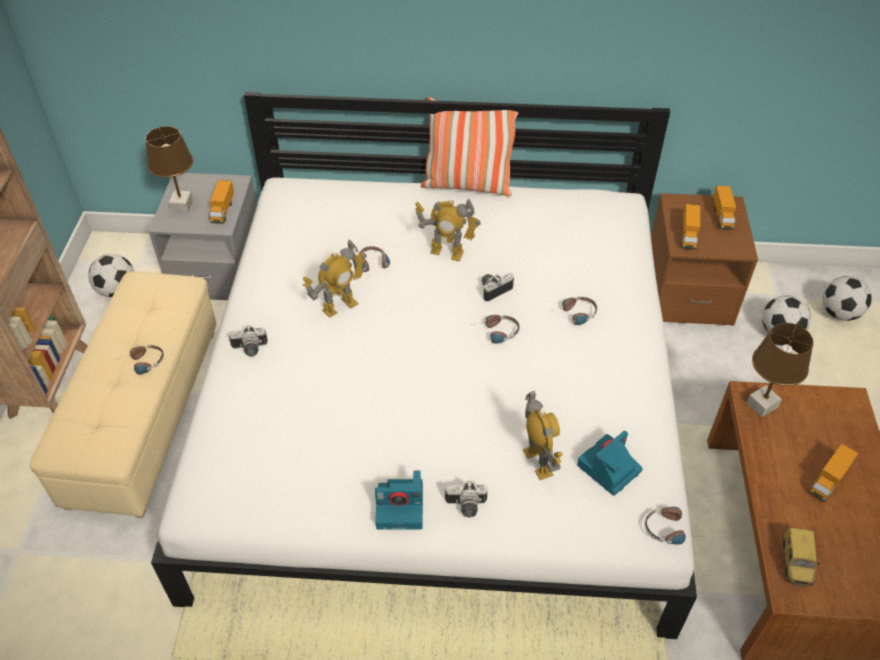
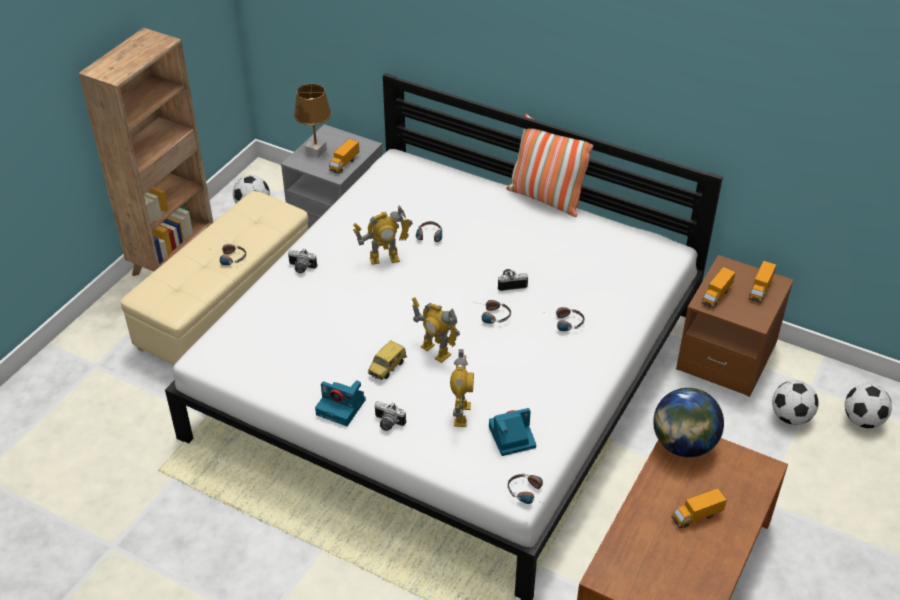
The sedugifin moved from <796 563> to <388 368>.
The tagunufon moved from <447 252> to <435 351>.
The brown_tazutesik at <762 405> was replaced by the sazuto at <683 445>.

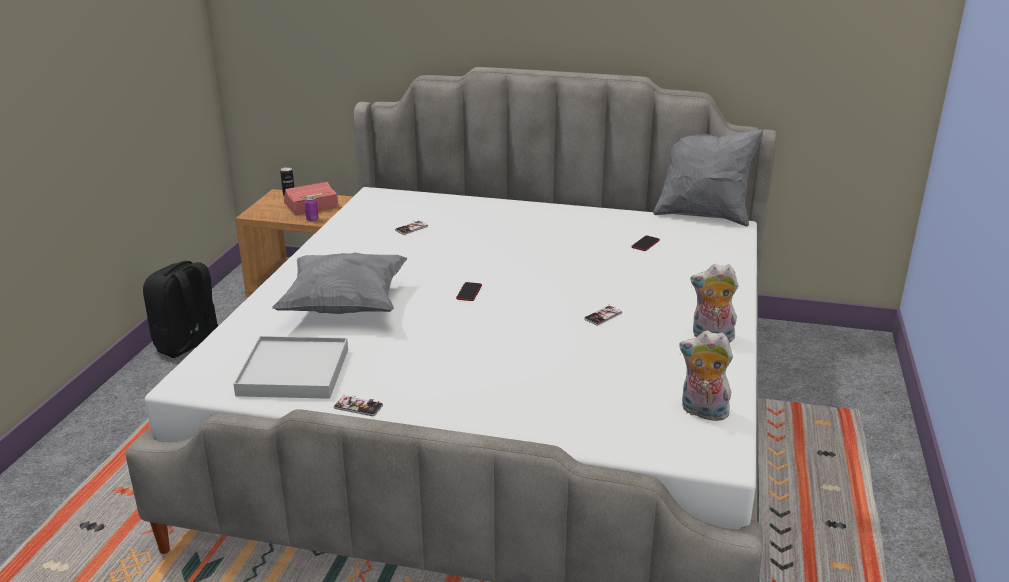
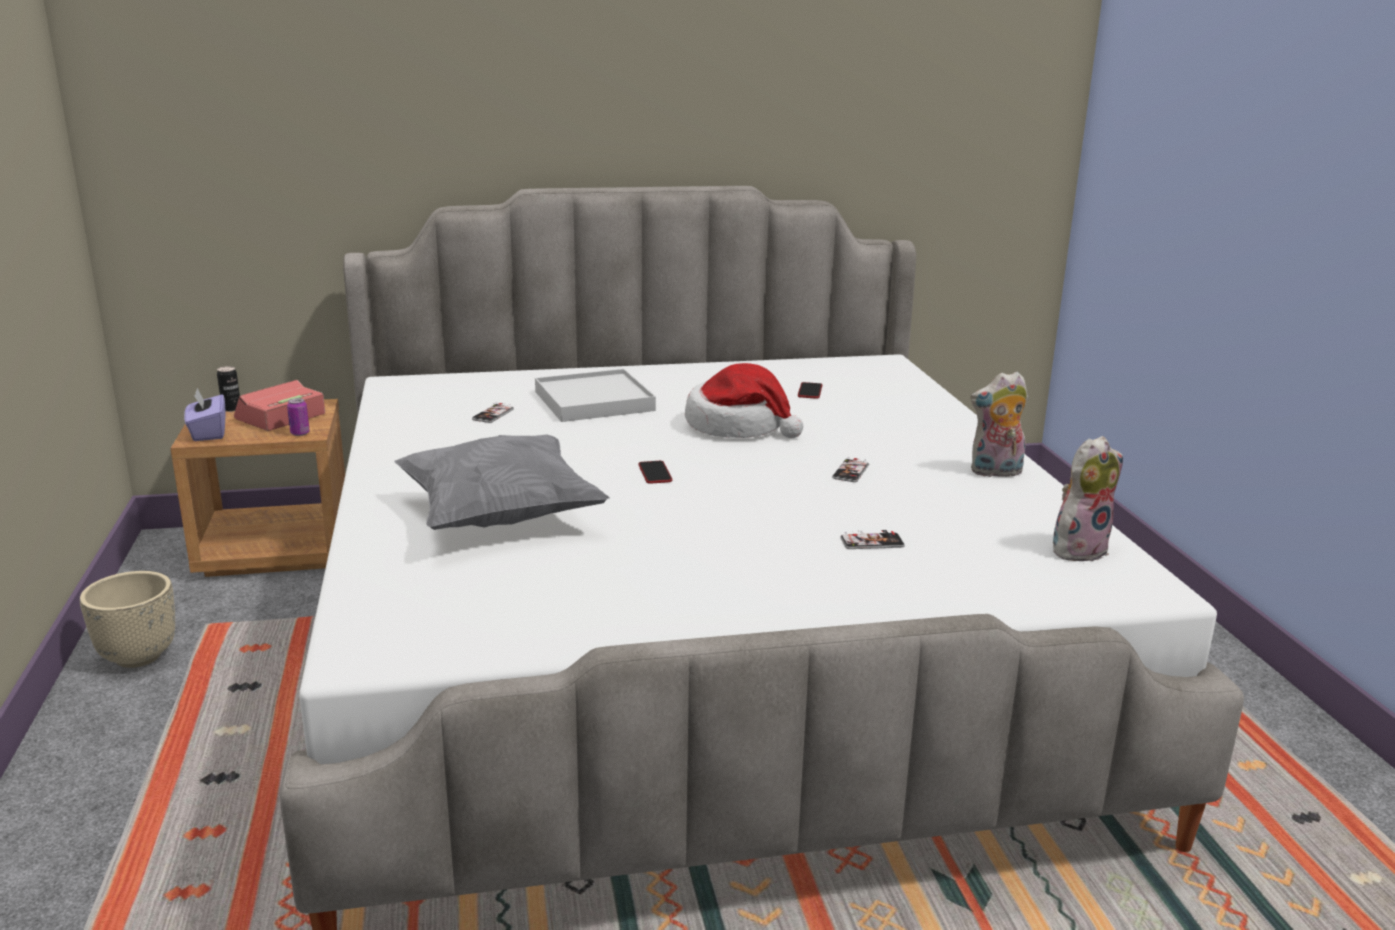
The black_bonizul at <189 345> was replaced by the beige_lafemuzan at <139 657>.
The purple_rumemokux at <208 433> appeared.
The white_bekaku moved from <293 372> to <594 401>.
The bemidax at <738 426> appeared.
The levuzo moved from <358 407> to <872 542>.
The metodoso at <702 412> turned 150 degrees clockwise.
The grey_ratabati at <702 215> disappeared.

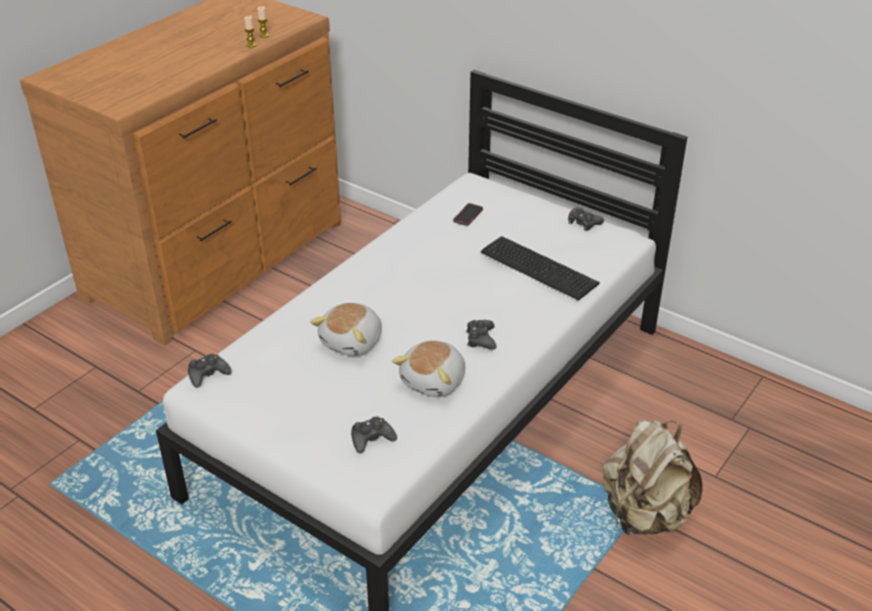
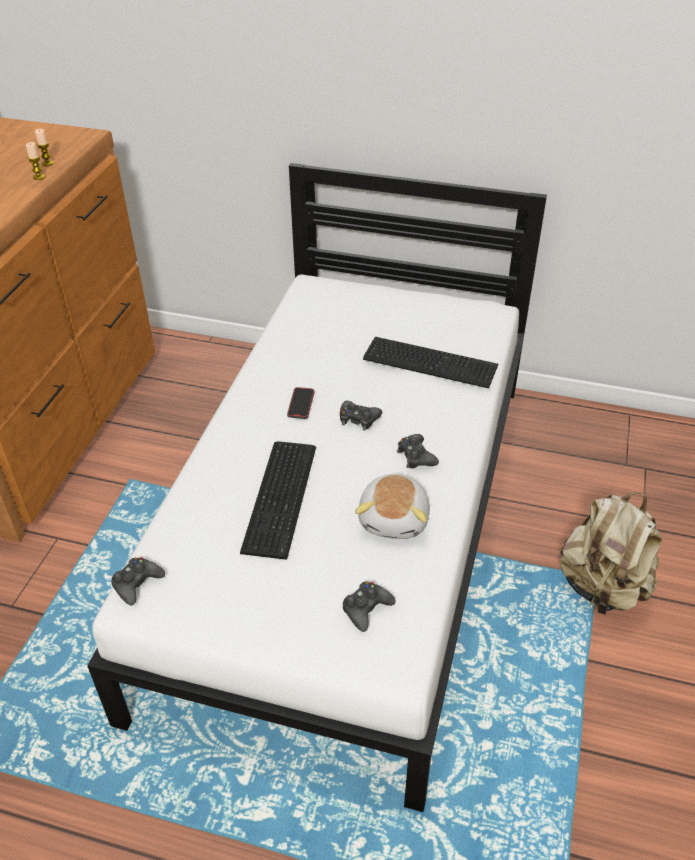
The metodoso at <353 342> was replaced by the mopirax at <283 496>.
The levuzo moved from <468 216> to <301 404>.
The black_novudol moved from <583 223> to <358 419>.

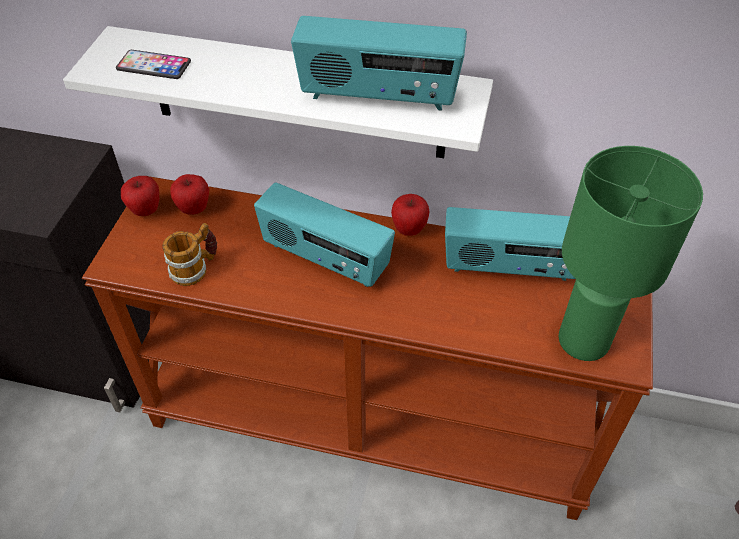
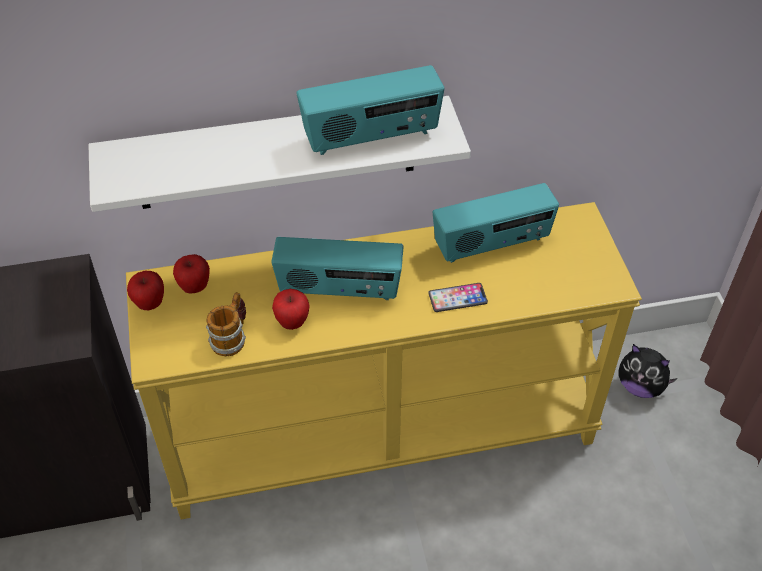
The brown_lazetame at <371 418> became the yellow_lazetame at <381 430>.
The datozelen moved from <409 230> to <292 322>.
The levuzo moved from <154 66> to <457 298>.
The metodoso at <640 386> appeared.
The green_tazutesik at <584 342> disappeared.

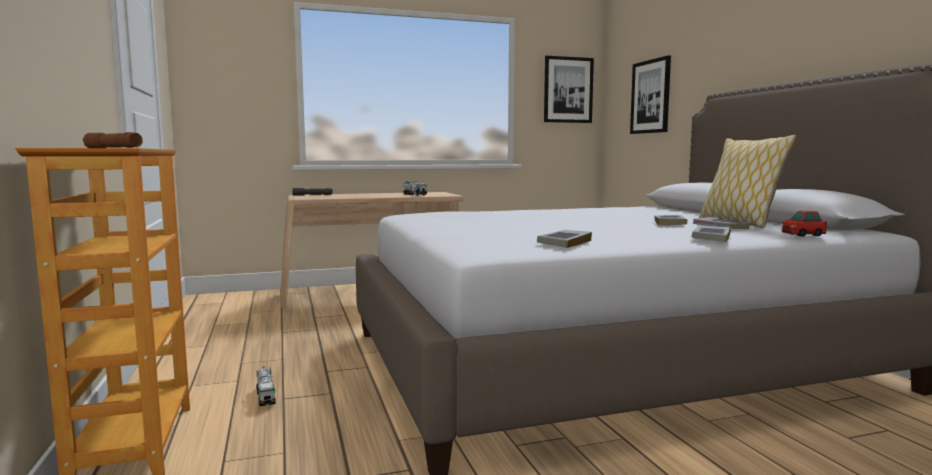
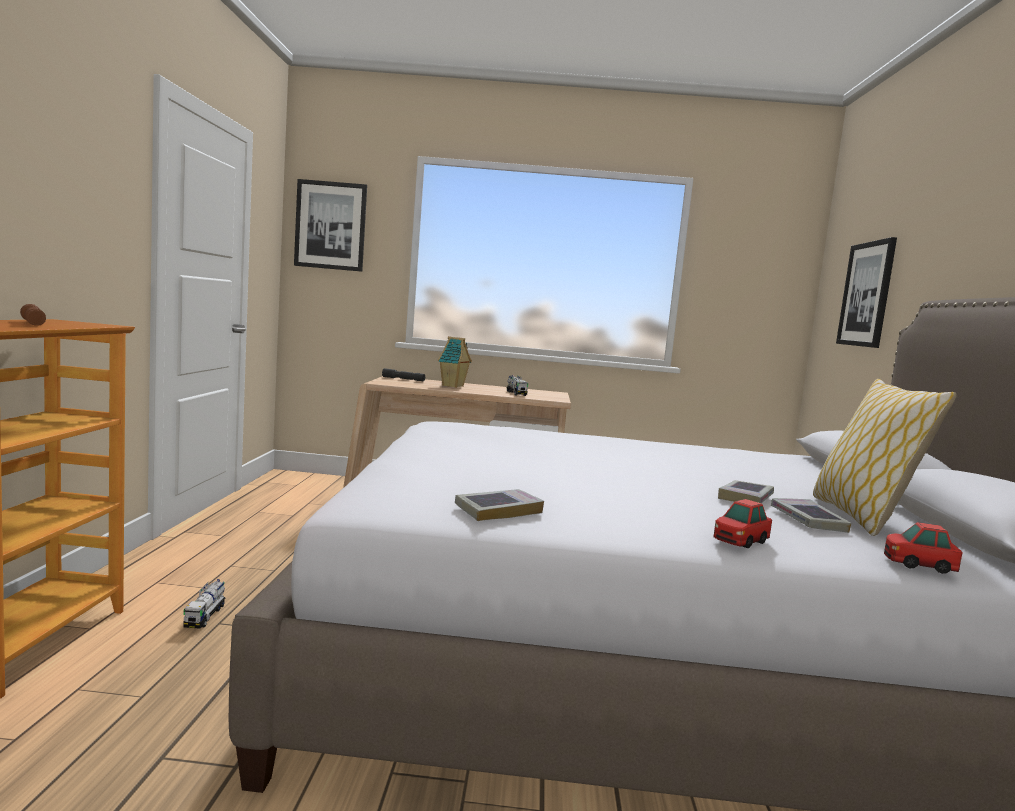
The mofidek moved from <568 90> to <330 225>.
The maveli at <453 386> appeared.
The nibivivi at <711 238> was replaced by the sedugifin at <740 541>.

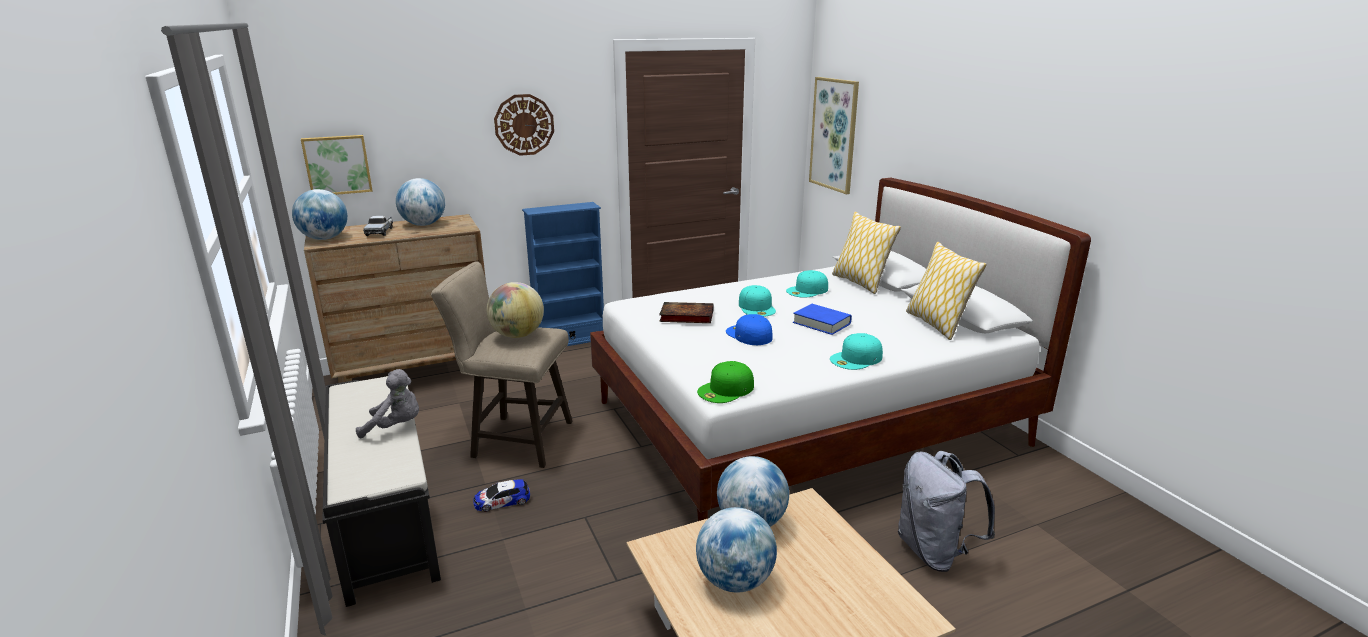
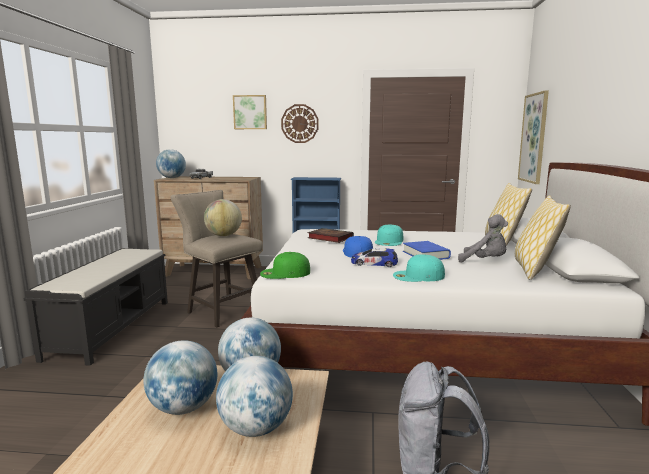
The sazuto moved from <424 225> to <256 428>.
The mofidek moved from <337 165> to <250 112>.
The sedugifin moved from <502 501> to <374 263>.
The grey_metodoso moved from <396 426> to <484 261>.
The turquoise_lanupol at <807 290> disappeared.

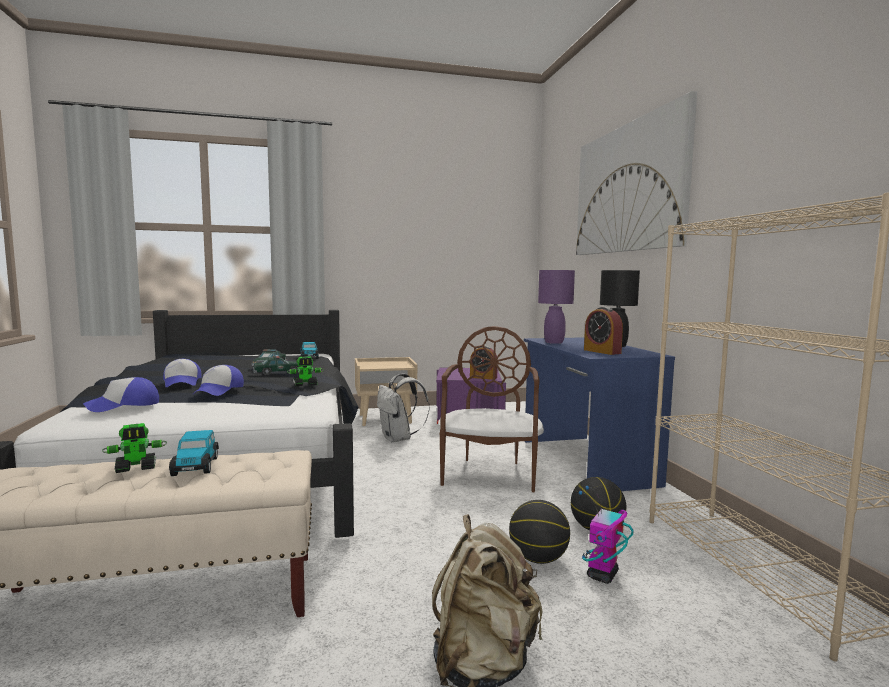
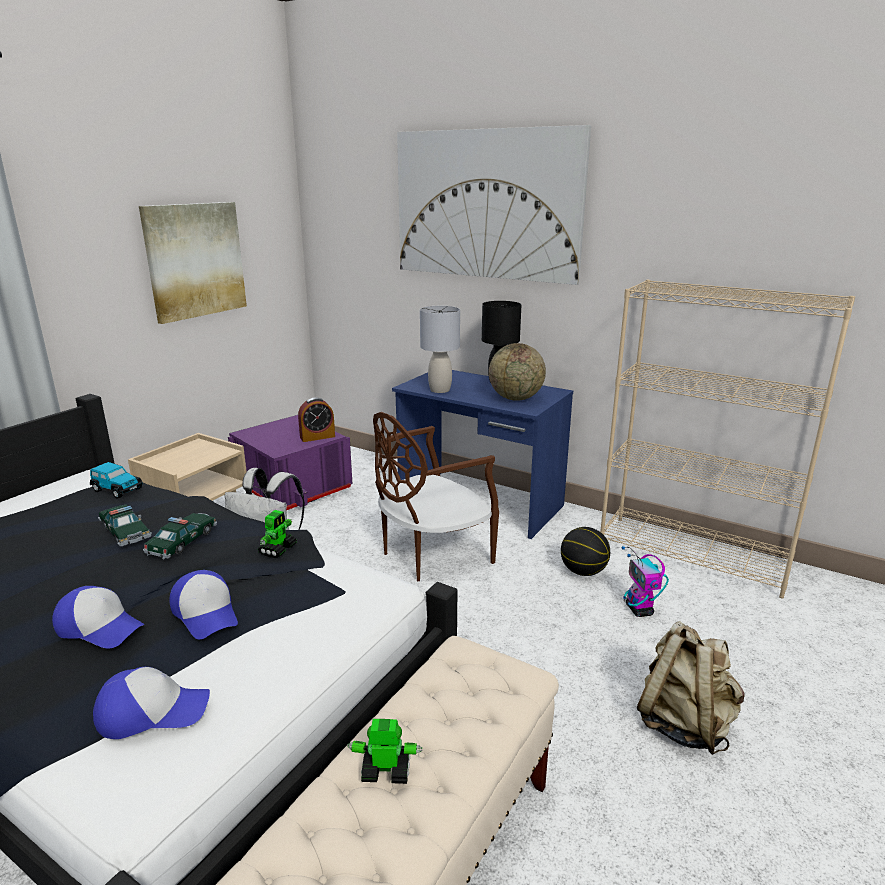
The lanupol at <124 405> turned 105 degrees counterclockwise.
The mofidek at <195 260> appeared.
The tagunufon at <136 468> turned 105 degrees counterclockwise.
The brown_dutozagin at <490 473> turned 90 degrees counterclockwise.
The purple_tazutesik at <554 342> became the grey_tazutesik at <440 390>.
The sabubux at <602 351> was replaced by the sazuto at <516 398>.
The sedugifin at <195 466> disappeared.
The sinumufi at <538 559> disappeared.

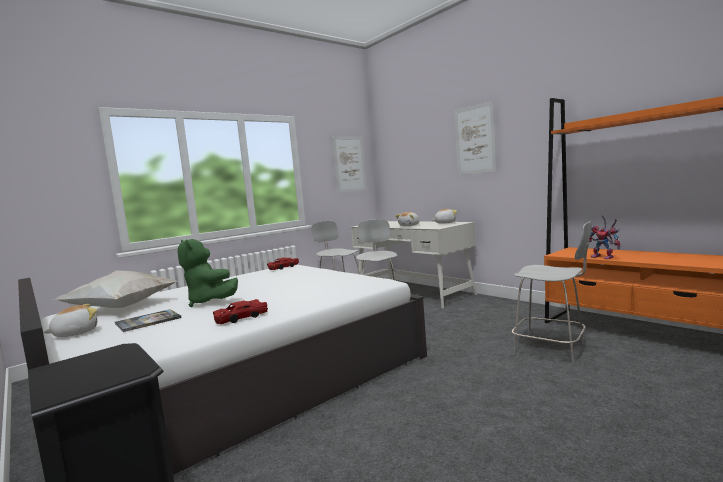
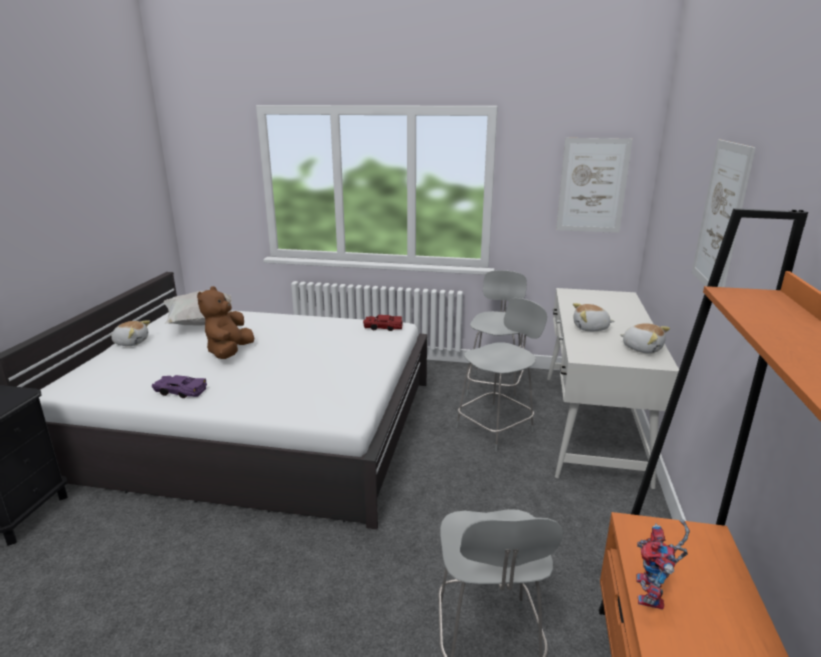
The red_sedugifin at <241 318> became the purple_sedugifin at <180 391>.
The green_metodoso at <210 302> became the brown_metodoso at <229 352>.
The nibivivi at <148 321> disappeared.

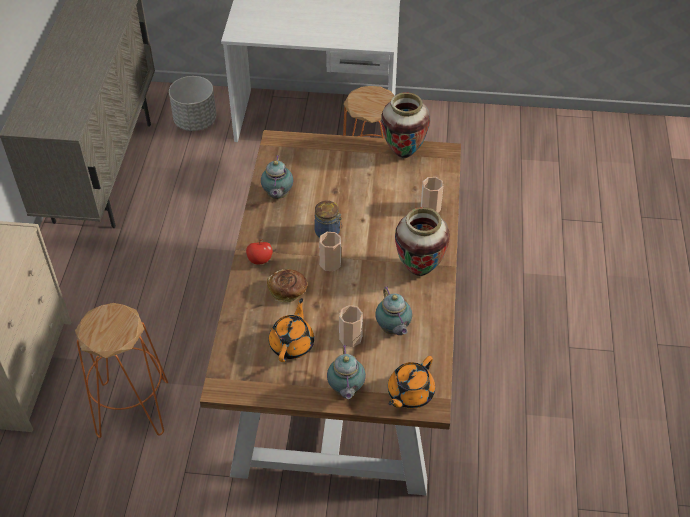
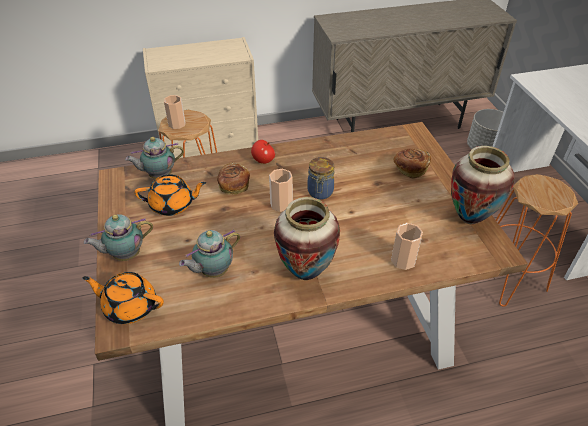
The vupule moved from <277 195> to <159 176>.
The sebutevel moved from <350 338> to <177 124>.
The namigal at <410 169> appeared.

